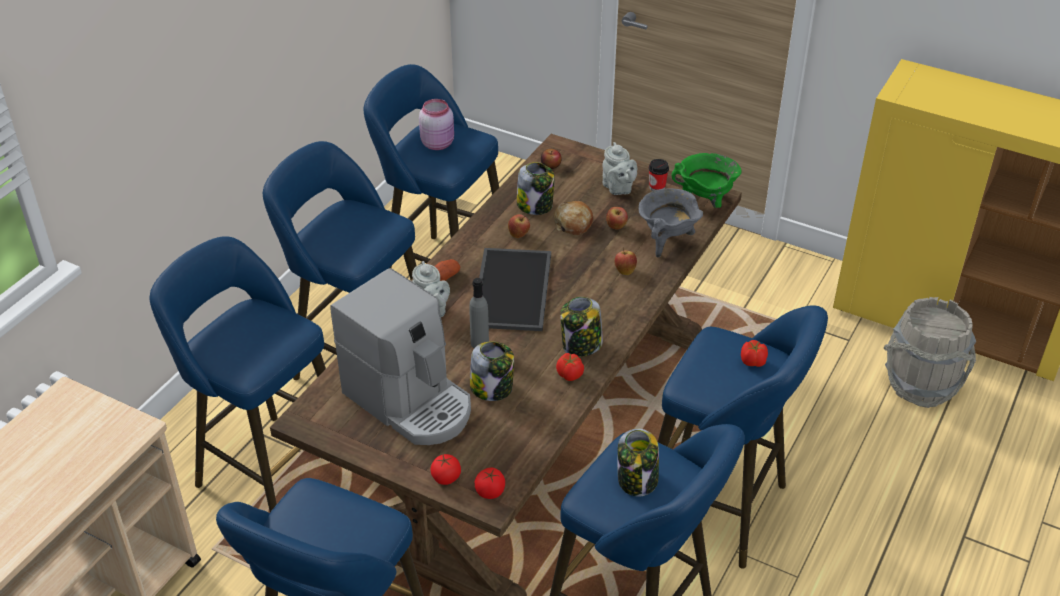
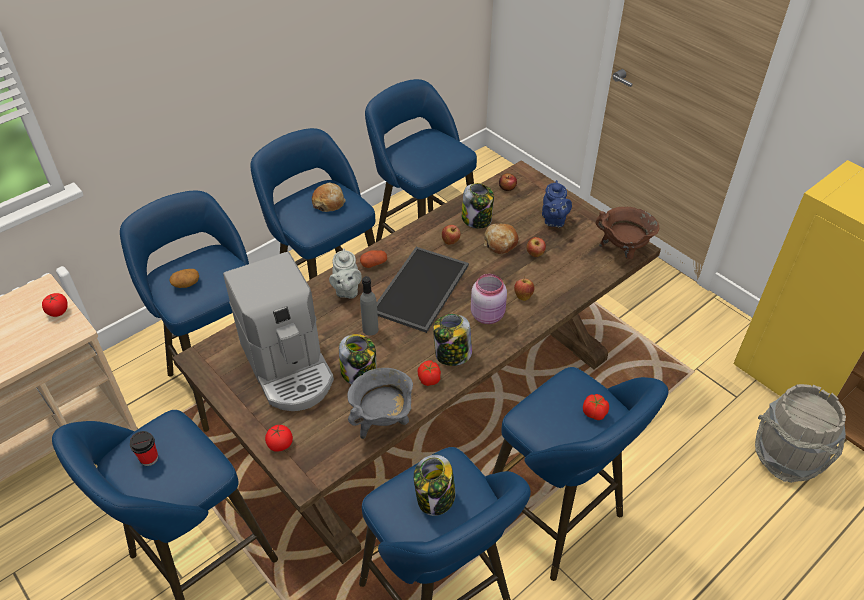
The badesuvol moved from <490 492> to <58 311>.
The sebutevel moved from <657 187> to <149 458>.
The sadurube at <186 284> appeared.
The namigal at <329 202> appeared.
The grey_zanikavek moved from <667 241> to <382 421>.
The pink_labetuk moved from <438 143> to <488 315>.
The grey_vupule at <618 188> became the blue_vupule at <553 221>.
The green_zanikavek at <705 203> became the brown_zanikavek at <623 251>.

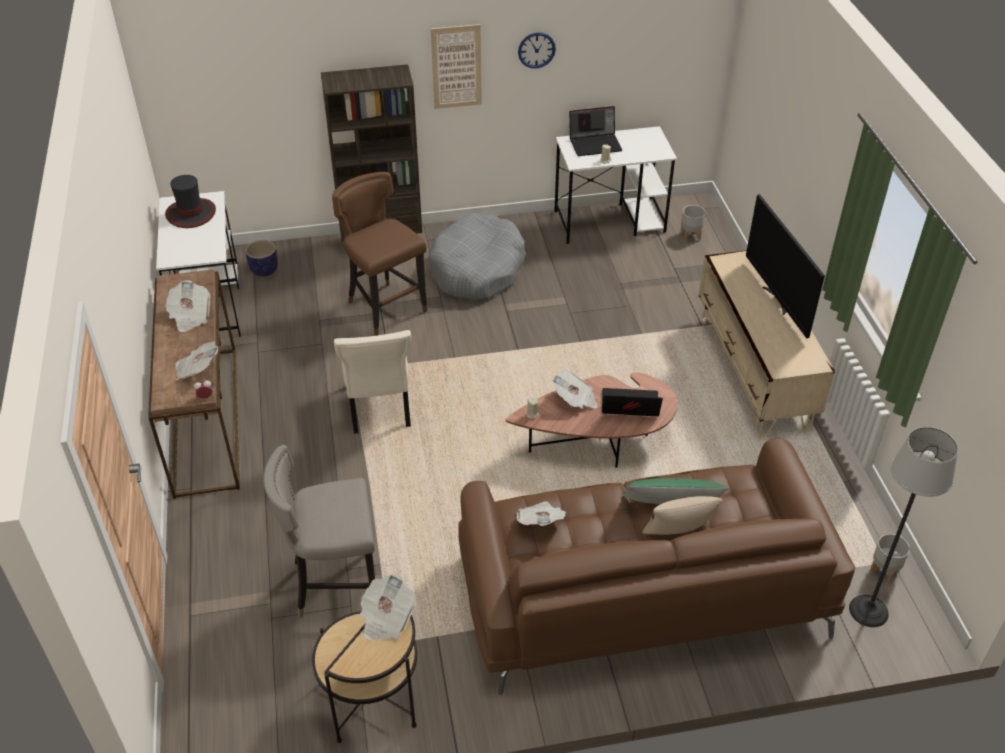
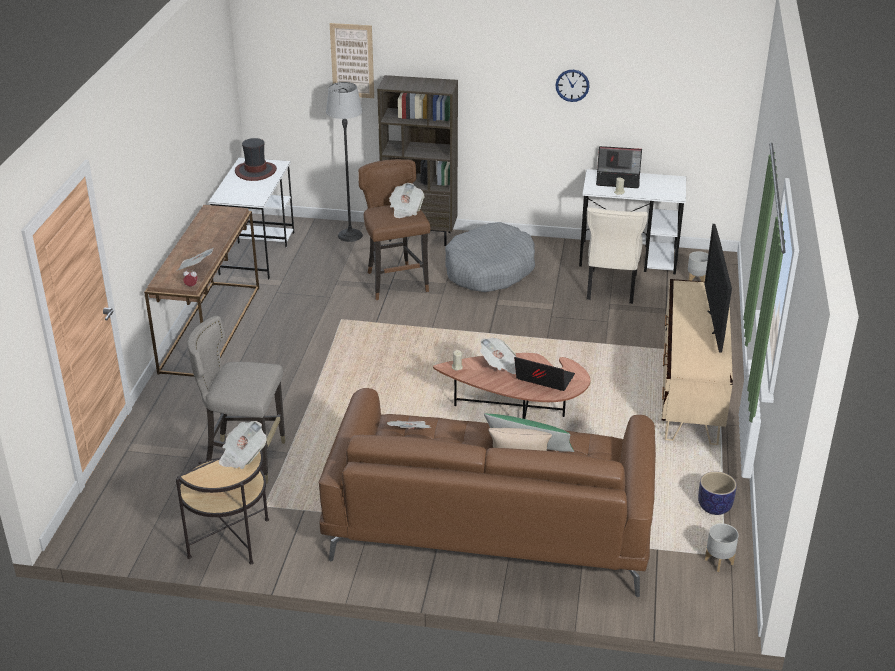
The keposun moved from <868 611> to <350 235>.
The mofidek moved from <456 67> to <352 60>.
The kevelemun moved from <190 316> to <405 210>.
The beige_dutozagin moved from <379 408> to <611 288>.
The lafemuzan moved from <264 270> to <714 507>.

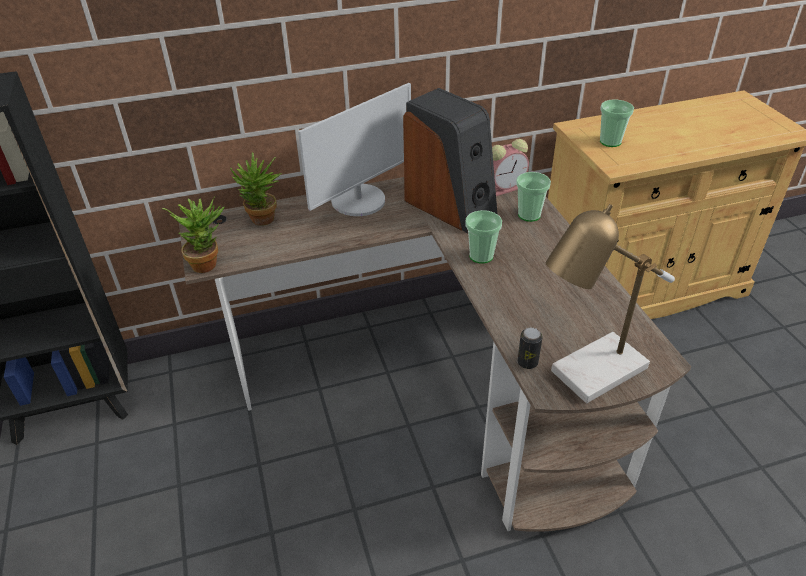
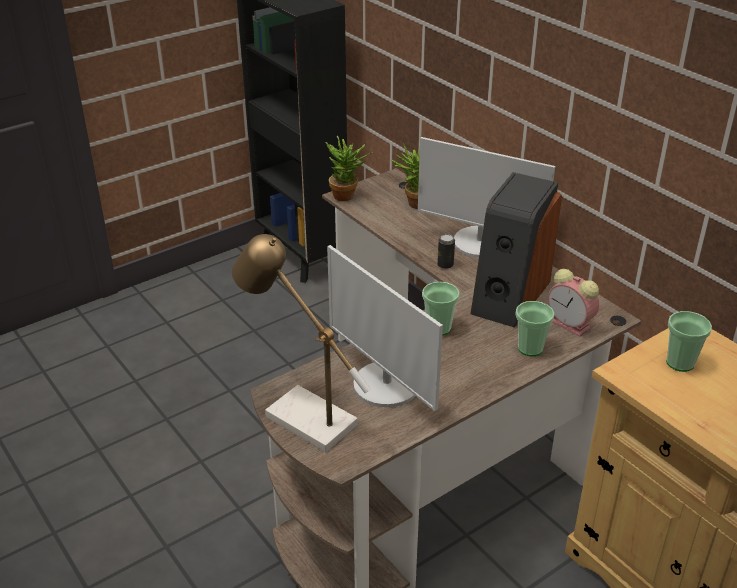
The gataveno at <386 385> appeared.
The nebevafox moved from <527 362> to <445 265>.

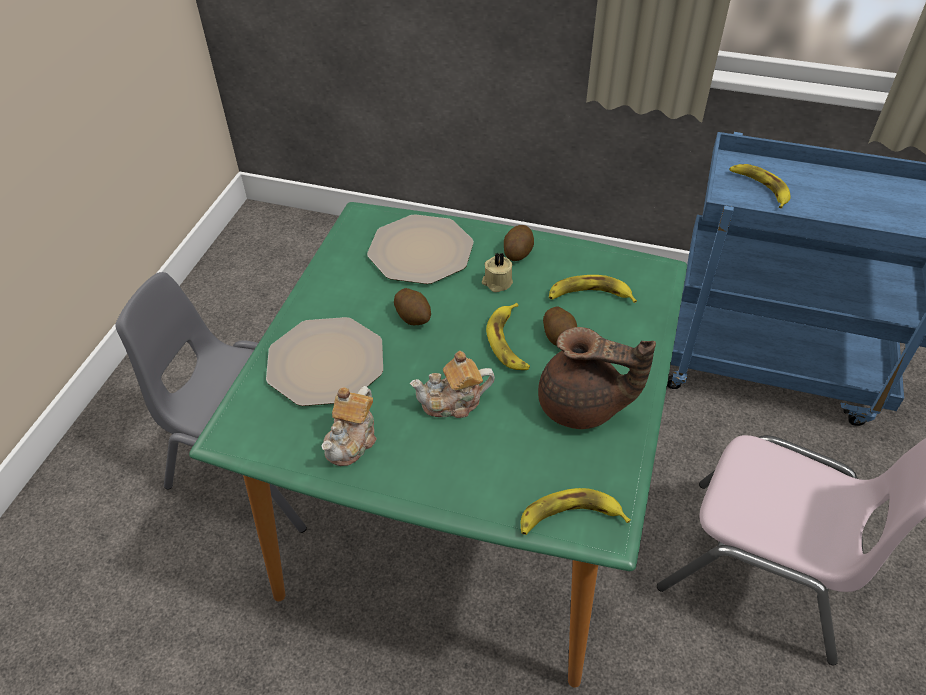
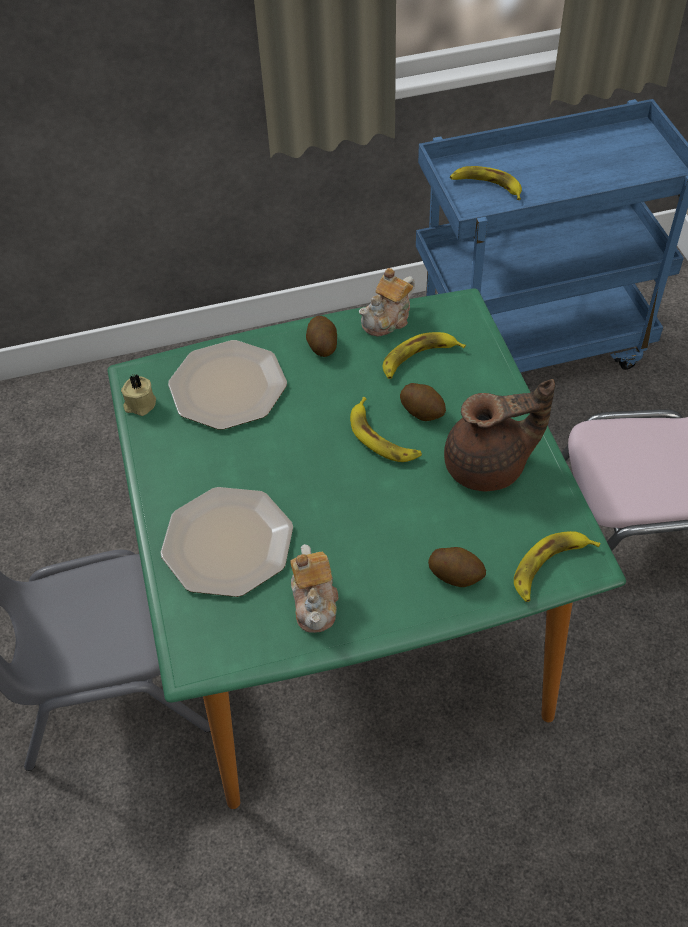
The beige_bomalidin moved from <497 282> to <140 404>.
The vupule moved from <453 402> to <388 319>.
The sadurube moved from <413 317> to <456 575>.

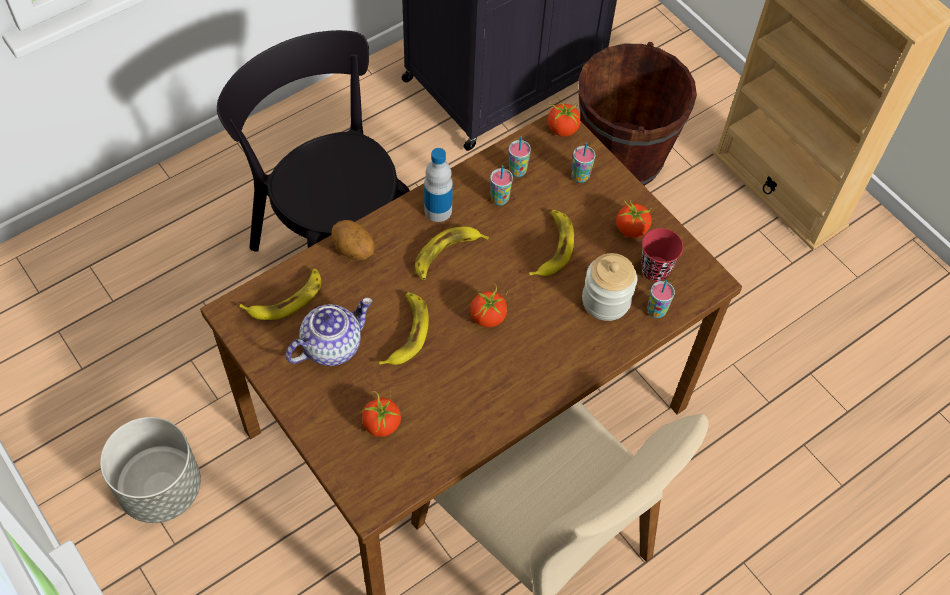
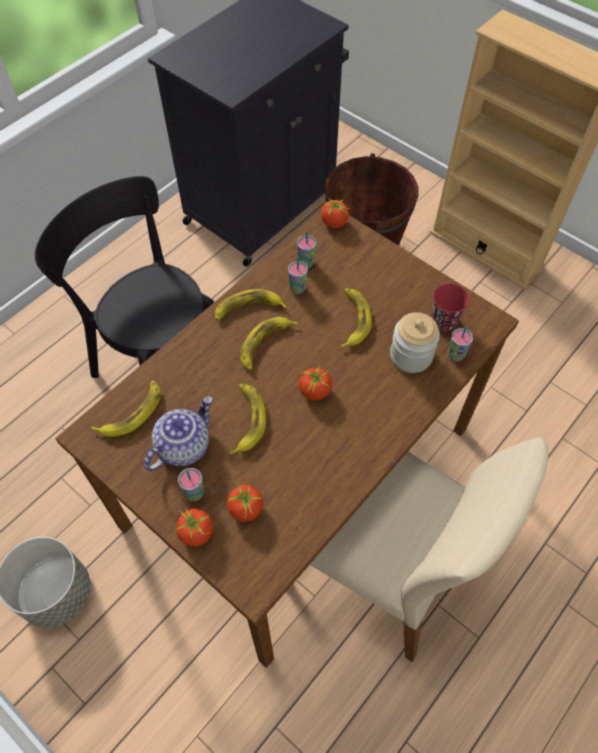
The badesuvol moved from <631 229> to <197 533>.
The sebutevel moved from <580 176> to <194 493>.
The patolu at <438 210> was replaced by the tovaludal at <248 309>.
The sadurube at <353 250> disappeared.

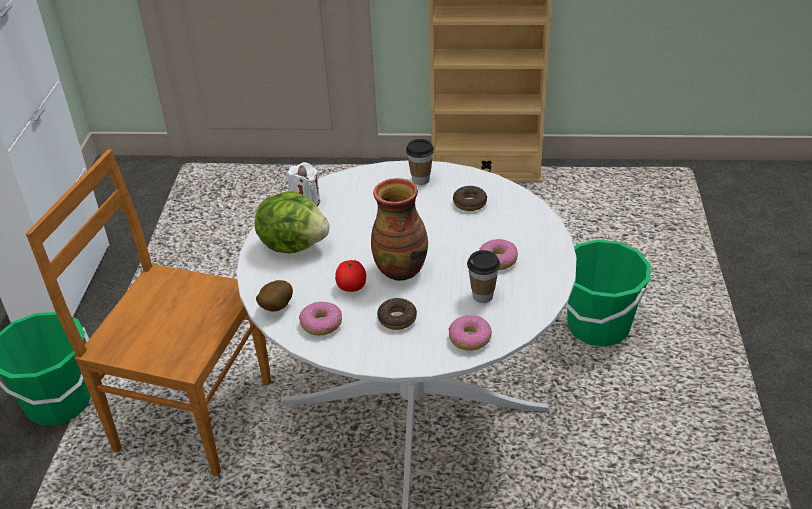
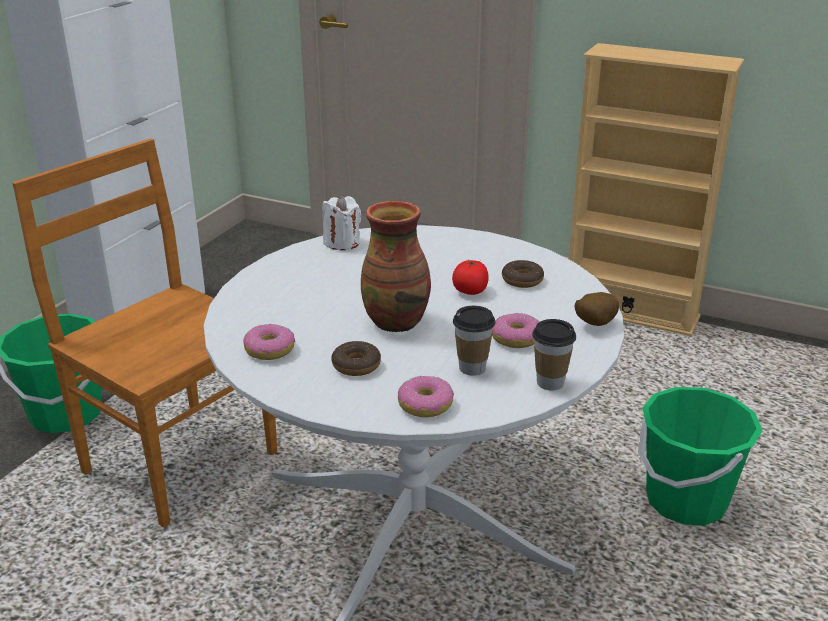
The badesuvol moved from <351 286> to <470 291>.
The sebutevel moved from <420 180> to <550 383>.
The sadurube moved from <275 307> to <593 324>.
The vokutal at <294 244> disappeared.

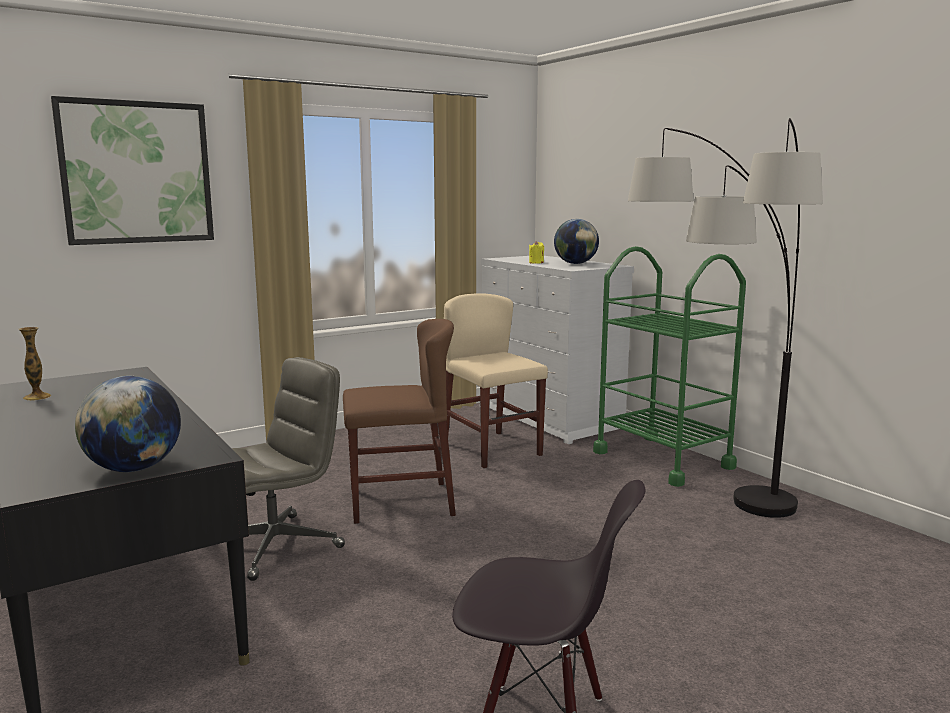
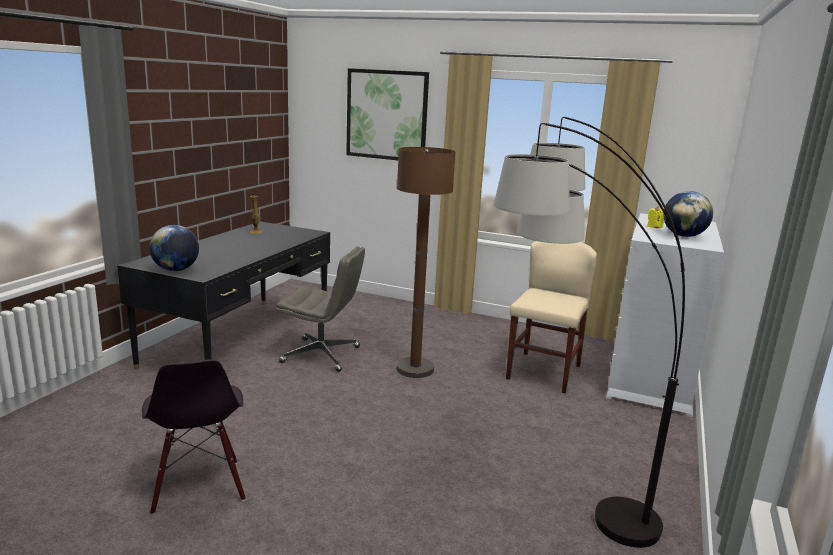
The brown_dutozagin at <400 502> was replaced by the brown_keposun at <415 369>.
The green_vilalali at <662 460> disappeared.

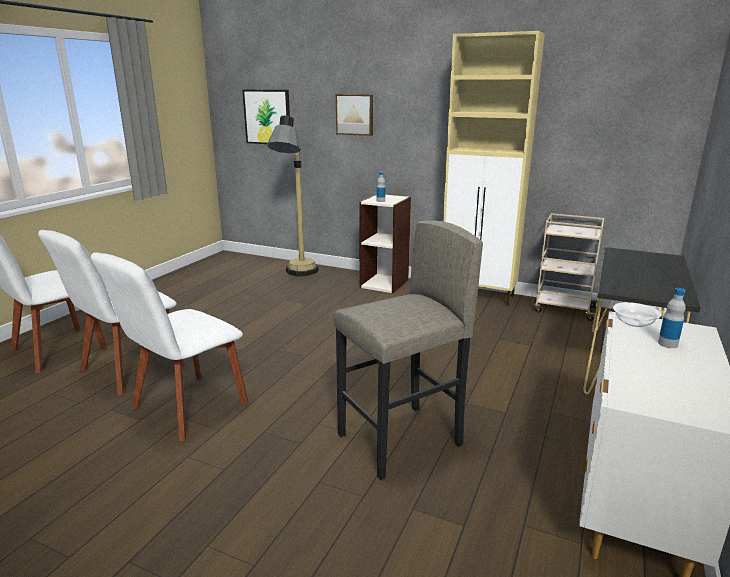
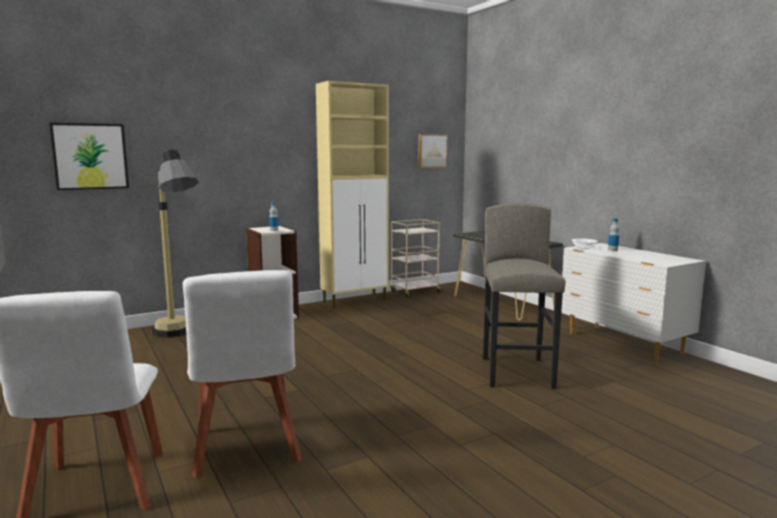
The mofidek moved from <355 114> to <431 150>.
The white_dutozagin at <185 408> disappeared.

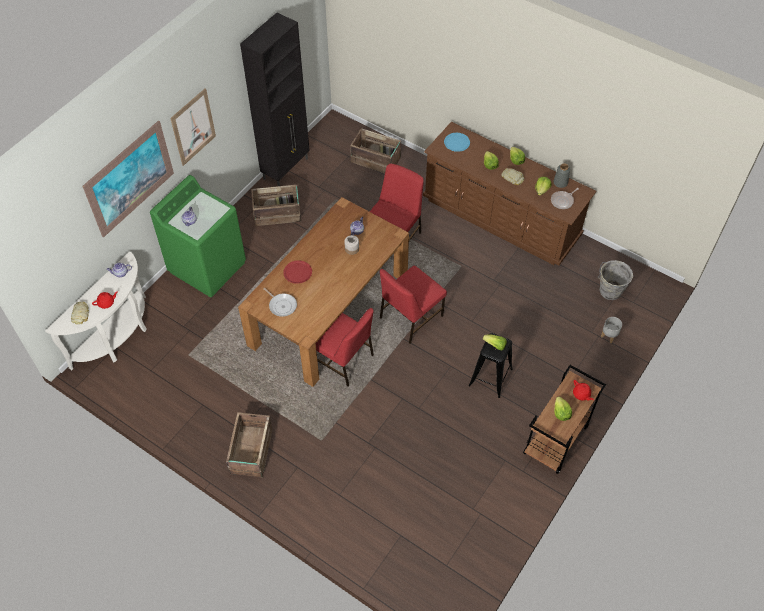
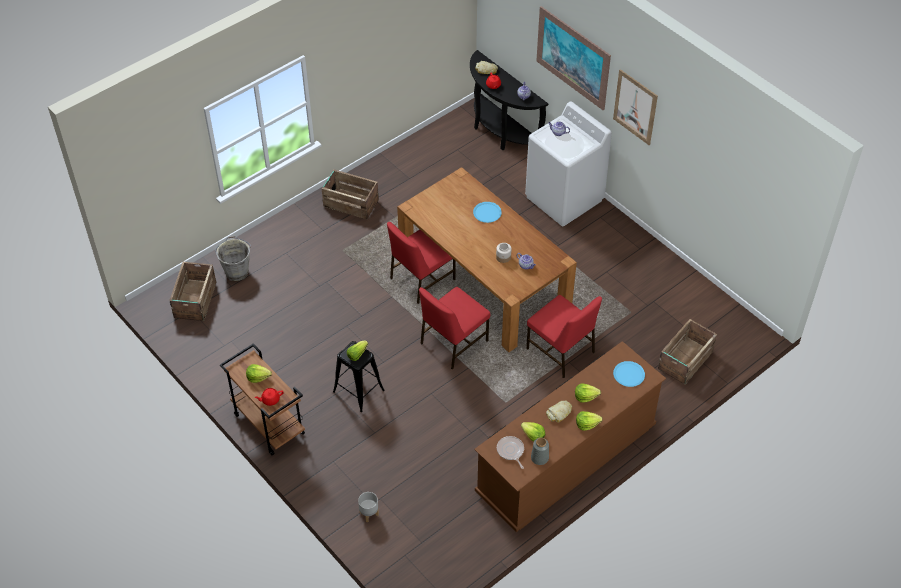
The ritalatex moved from <278 213> to <194 300>.
The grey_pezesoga moved from <609 291> to <237 271>.
The red_dutozagin at <410 317> turned 105 degrees counterclockwise.
The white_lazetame at <117 338> became the black_lazetame at <499 132>.
The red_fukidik at <297 272> became the blue_fukidik at <487 212>.
The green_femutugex at <208 267> became the white_femutugex at <564 199>.
The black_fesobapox at <286 168> disappeared.
The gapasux at <282 305> disappeared.

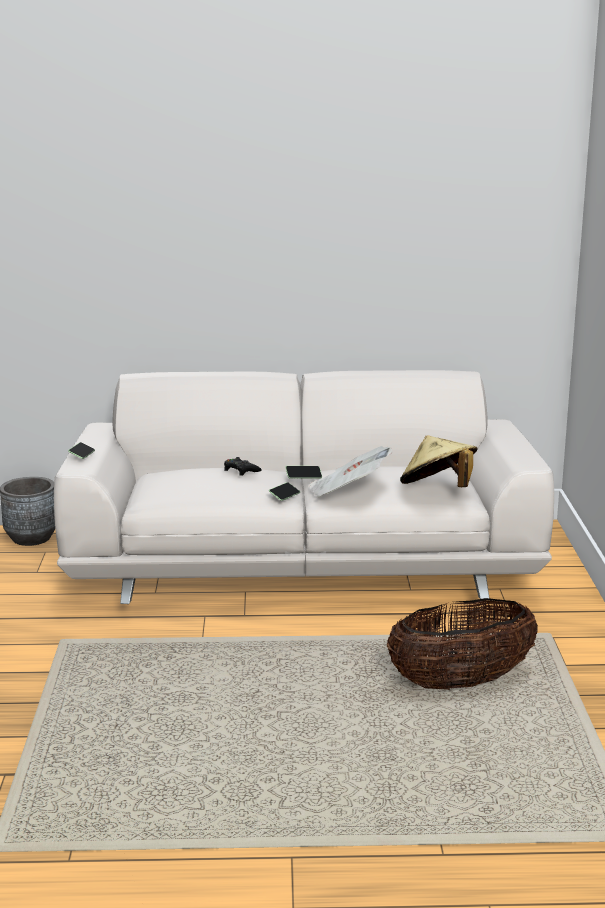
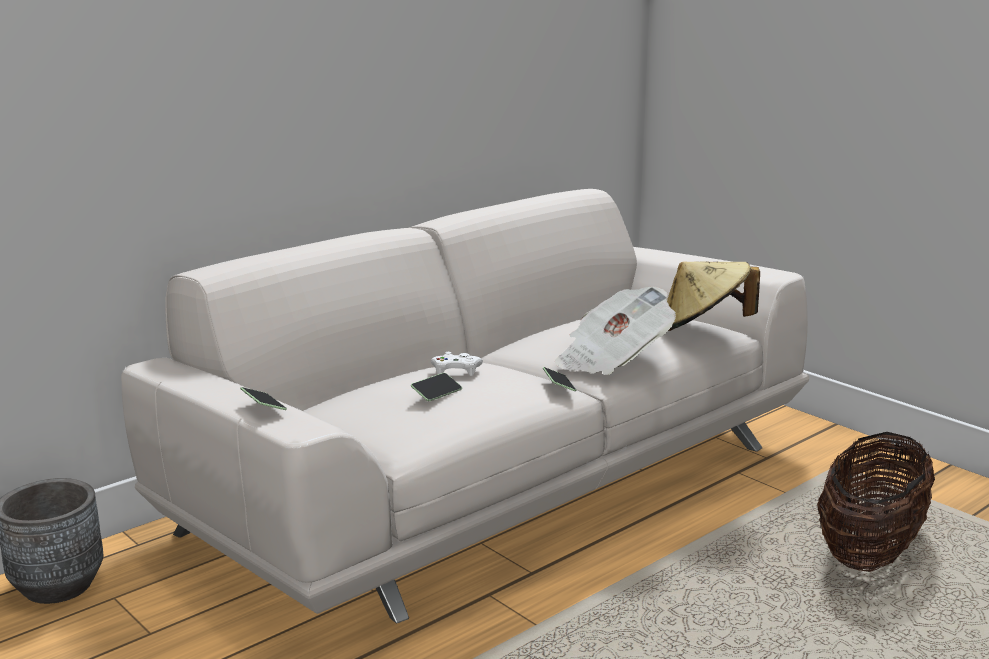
The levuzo moved from <303 477> to <437 394>.
The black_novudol at <241 470> became the white_novudol at <456 370>.

